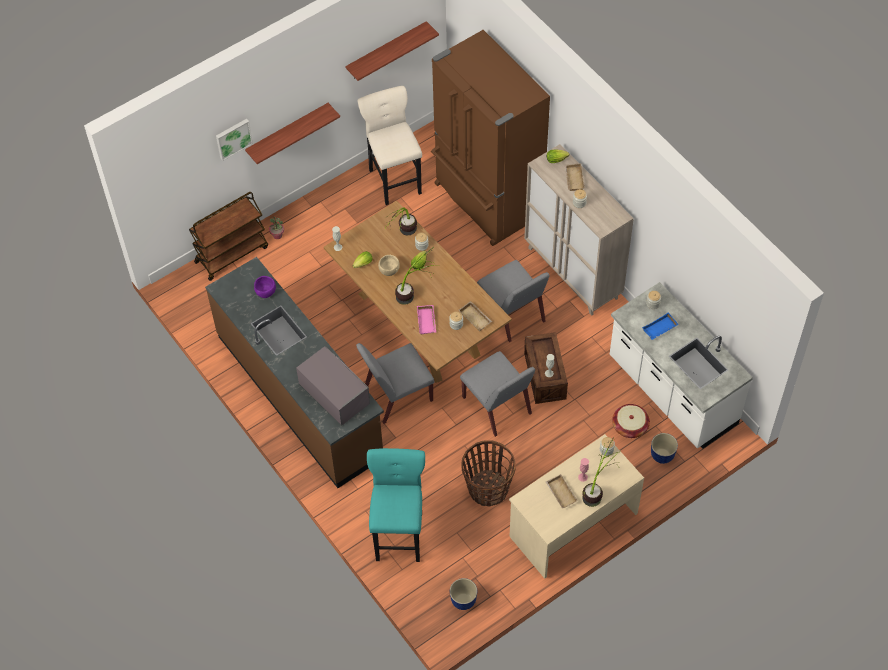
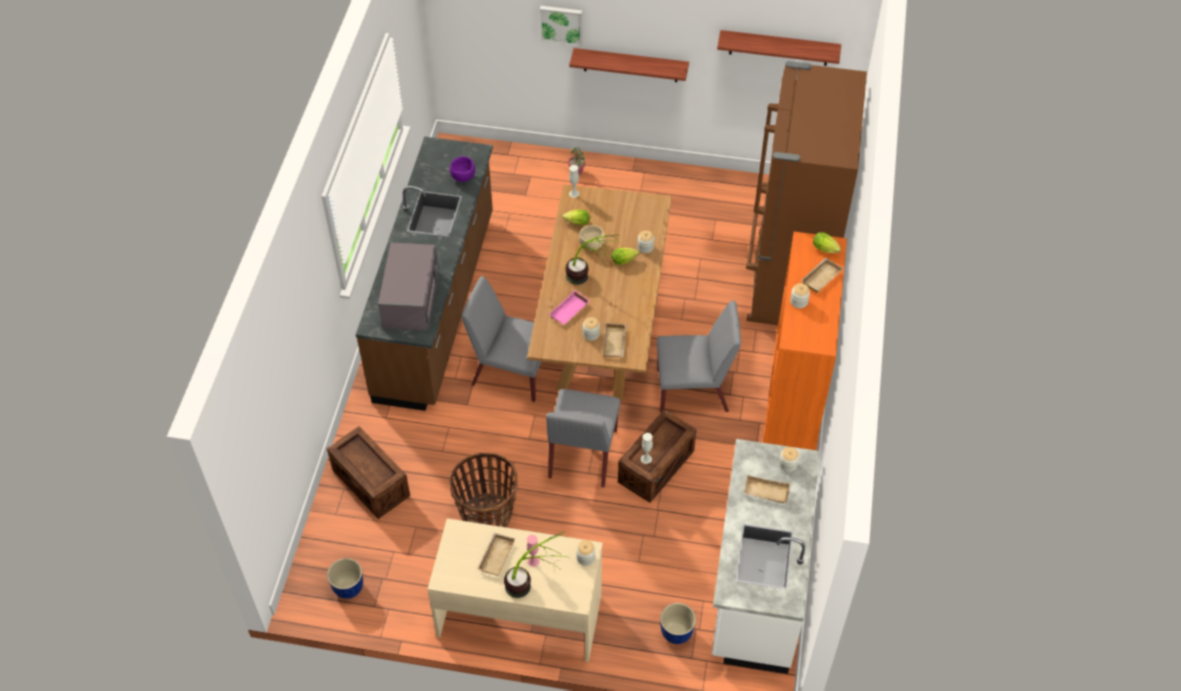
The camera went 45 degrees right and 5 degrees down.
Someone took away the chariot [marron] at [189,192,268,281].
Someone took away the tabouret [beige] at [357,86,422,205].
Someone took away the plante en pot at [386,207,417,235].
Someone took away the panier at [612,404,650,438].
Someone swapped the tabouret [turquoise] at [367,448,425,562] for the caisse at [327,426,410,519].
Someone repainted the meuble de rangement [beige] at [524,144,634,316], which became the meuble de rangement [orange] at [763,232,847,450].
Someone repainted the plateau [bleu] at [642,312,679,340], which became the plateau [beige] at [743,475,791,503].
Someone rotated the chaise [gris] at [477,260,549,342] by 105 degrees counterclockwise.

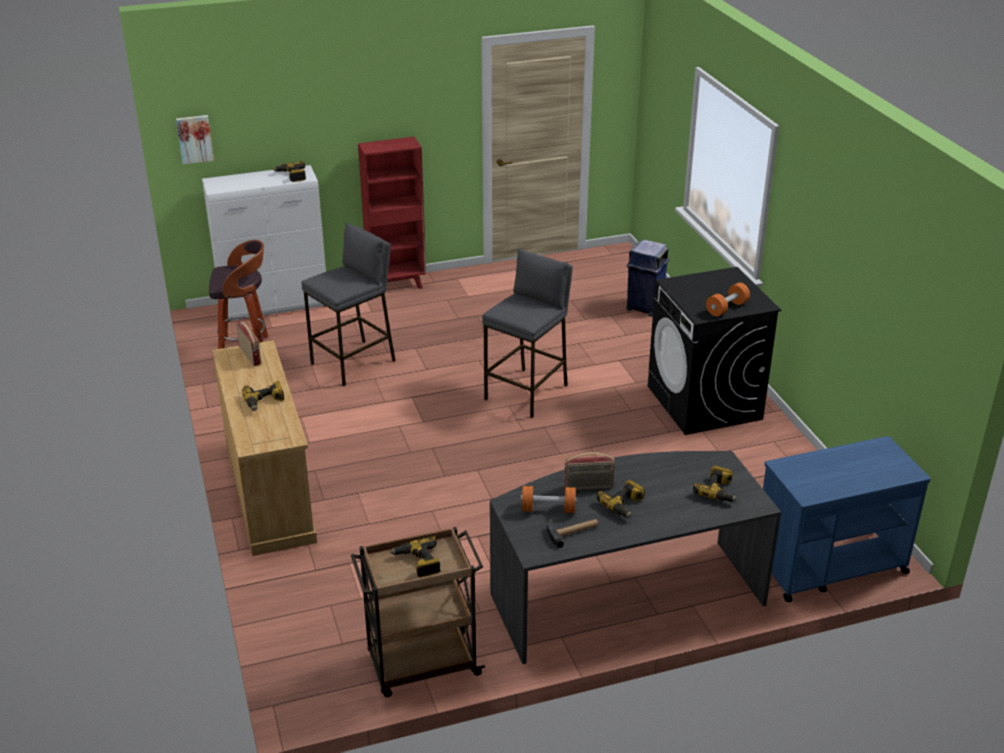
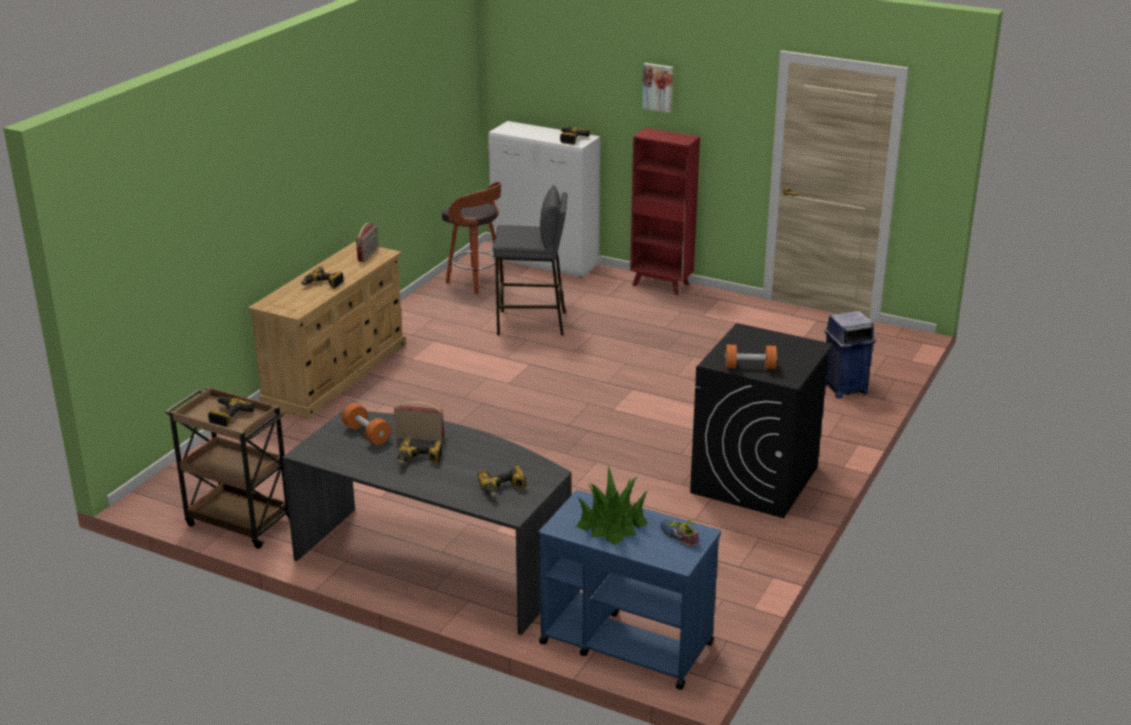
The camera went 45 degrees right and 5 degrees down.
Someone took away the tabouret [gris] at [482,249,573,418].
Someone took away the marteau at [547,519,598,548].
Someone put down the plante en pot at [576,465,648,545].
Someone put down the chaussure at [660,519,699,547].
Someone carried the tableau from [176,115,214,164] to [642,63,673,113].
Someone rotated the radio at [564,452,615,490] by 150 degrees clockwise.

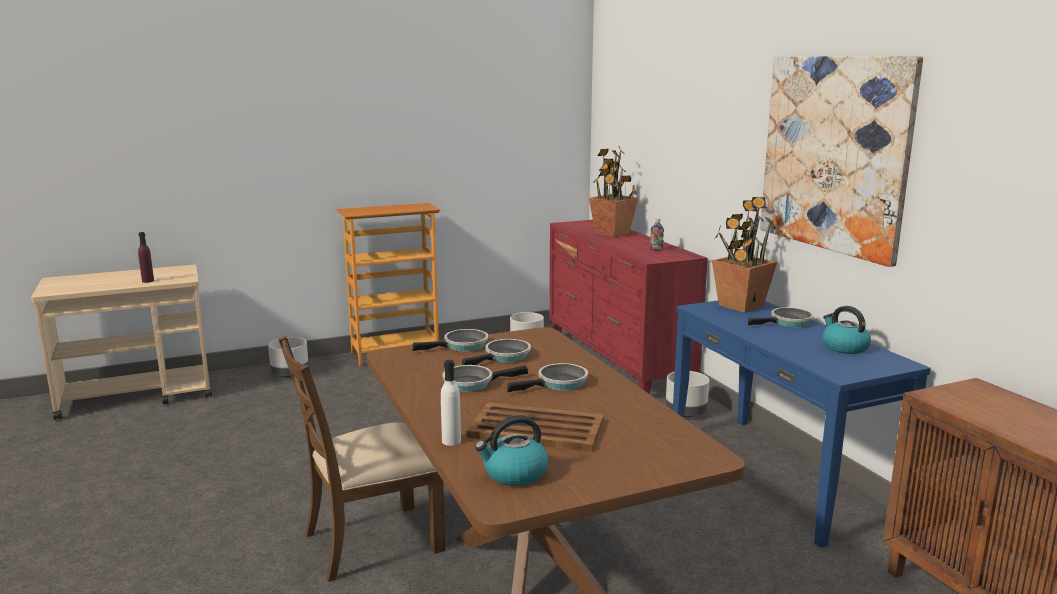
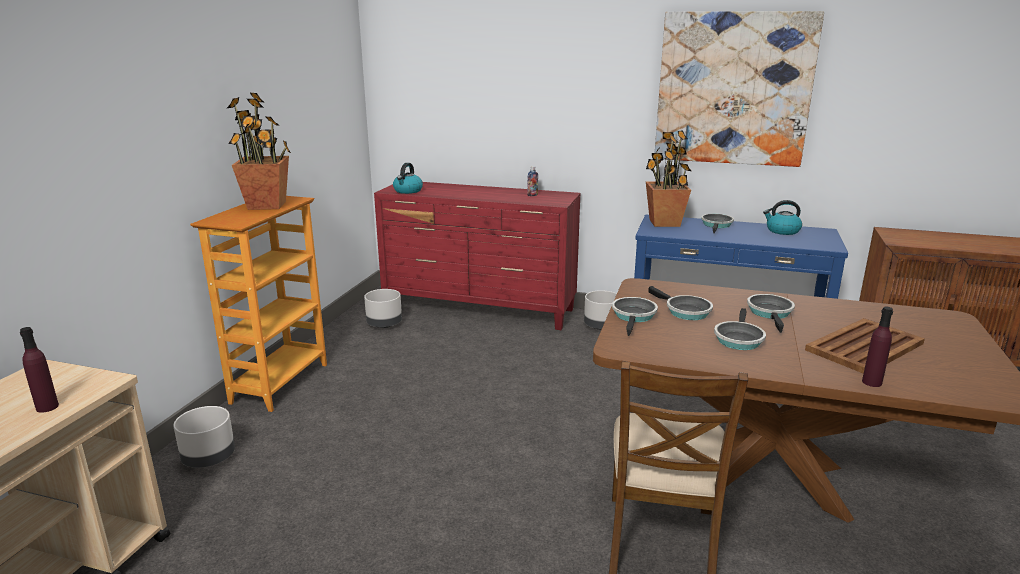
The camera went 50 degrees left and 5 degrees up.
Someone carried the bouilloire from [475,415,548,486] to [393,163,423,194].
Someone carried the plante en pot from [589,146,638,237] to [227,92,291,210].
Someone repainted the bouteille [blanc] at [441,360,461,446], which became the bouteille [violet] at [862,307,893,387].
Someone rotated the poêle at [462,339,531,365] by 150 degrees clockwise.

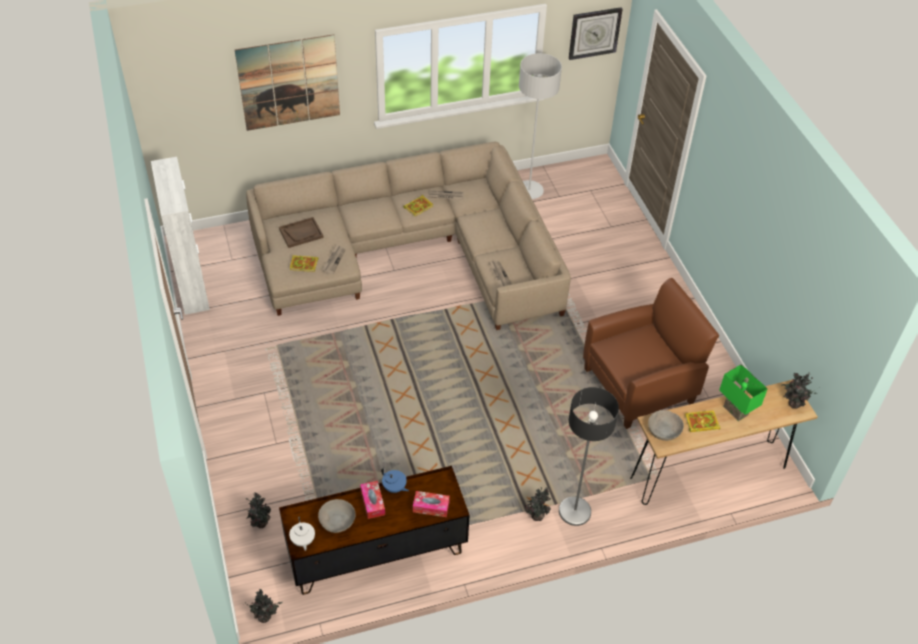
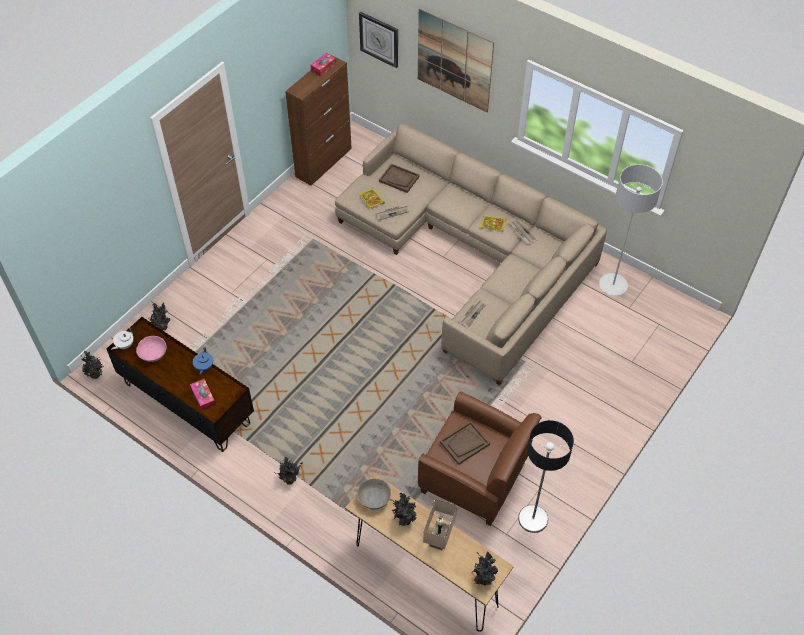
The camera went 55 degrees right and 5 degrees up.
Someone put down the plateau [marron] at [440,421,490,465].
Someone carried the boîte à mouchoirs from [360,481,385,519] to [310,53,336,77].
Someone carried the lampadaire from [559,387,619,526] to [518,420,574,533].
Someone carried the horloge murale from [569,7,623,60] to [359,12,398,68].
Someone swapped the livre at [685,410,720,433] for the plante en pot at [389,493,420,527].
Someone repainted the meuble de rangement [blanc] at [151,157,210,315], which became the meuble de rangement [marron] at [285,54,352,186].
Someone repainted the bol [gris] at [318,499,356,533], which became the bol [rose] at [136,336,167,362].
Someone repainted the lampe de table [vert] at [719,364,768,421], which became the lampe de table [beige] at [423,499,457,550].

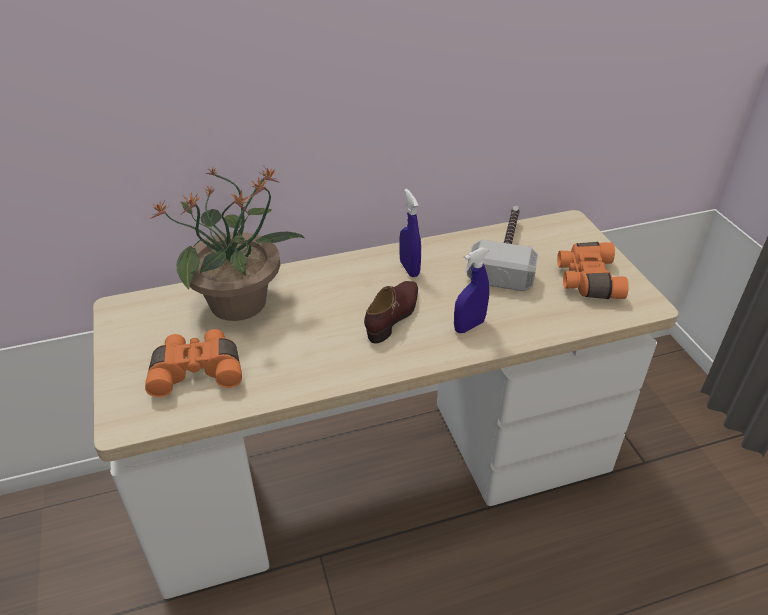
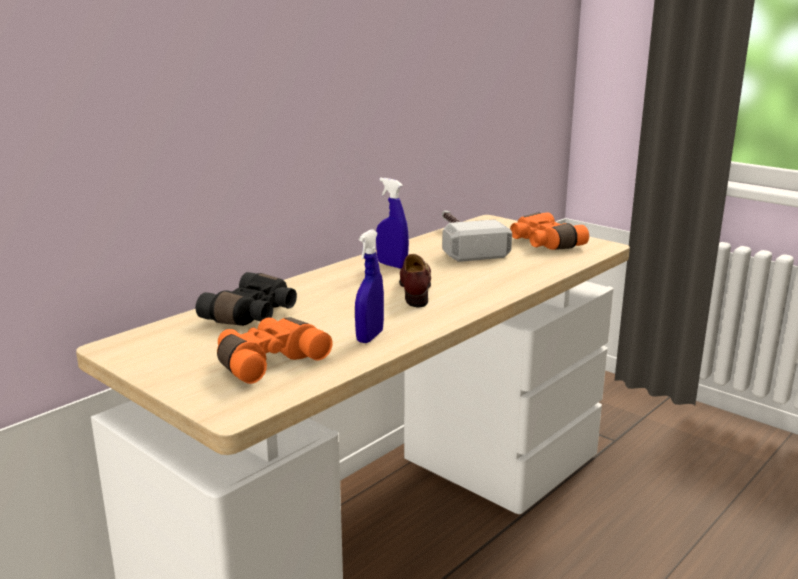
The camera went 30 degrees left and 20 degrees down.
Someone carried the vaporisateur [bleu] from [454,247,489,333] to [355,229,384,343].
Someone swapped the plante en pot at [150,166,306,321] for the jumelles [noir] at [196,272,297,326].

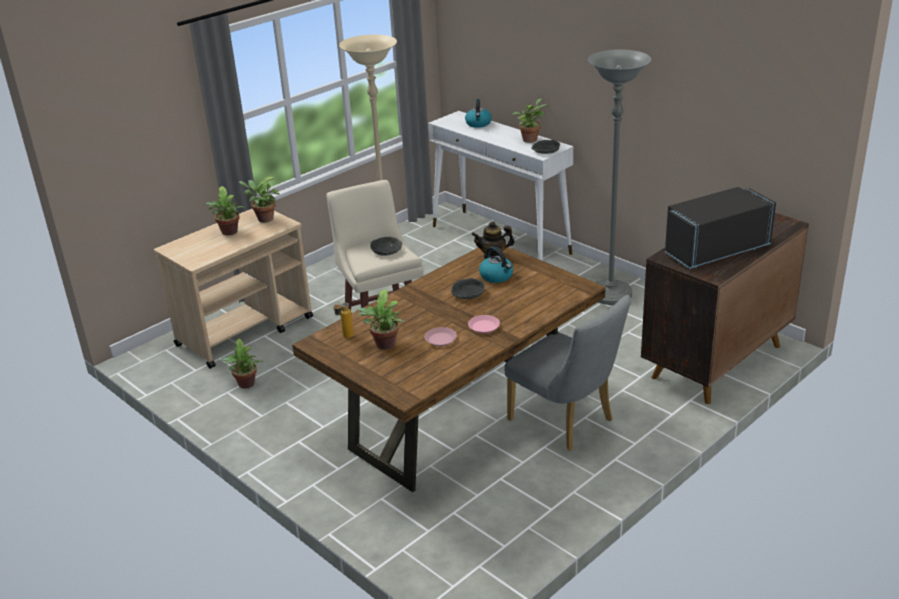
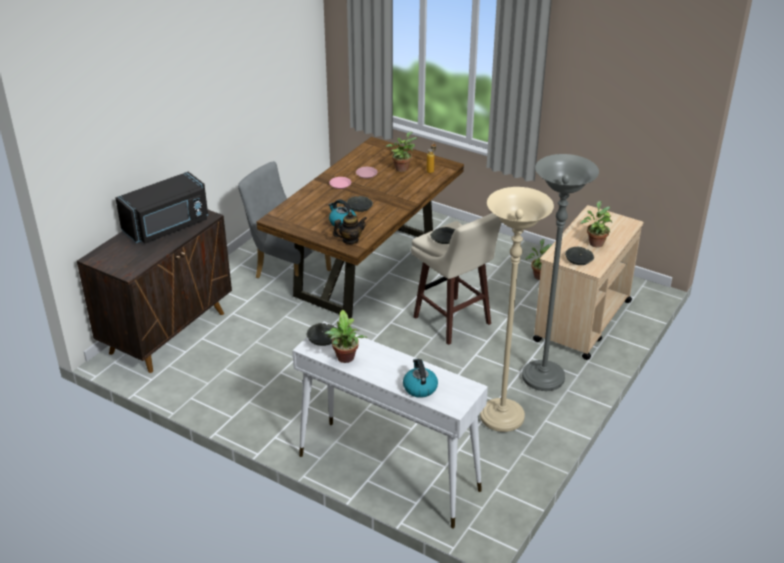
The camera went 165 degrees right and 5 degrees up.
Someone carried the lampadaire [gris] from [588,49,651,305] to [522,154,599,391].
Someone swapped the plante en pot at [238,177,280,223] for the bol [gris] at [565,247,594,265].

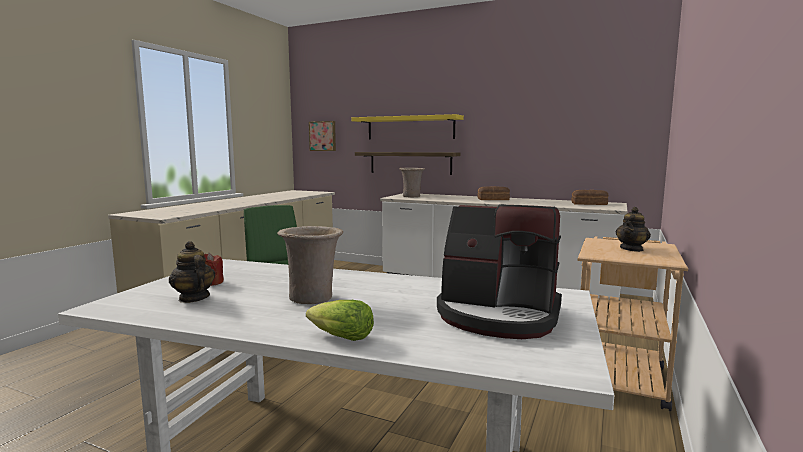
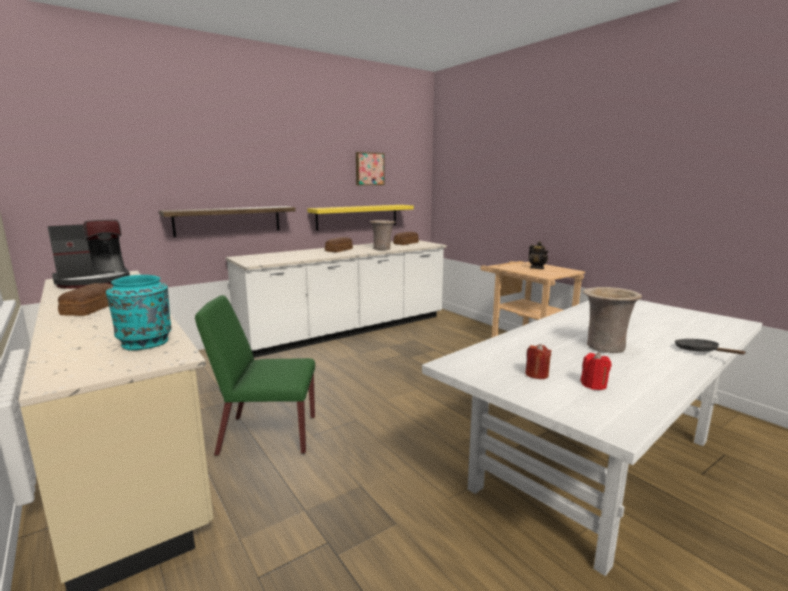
The camera went 60 degrees left and 5 degrees up.
Someone put down the pain at [58,283,113,316].
Someone put down the vase [turquoise] at [106,275,172,350].
Someone carried the tableau from [309,121,336,151] to [356,152,385,185].
Someone carried the étagère [jaune] from [352,114,464,140] to [307,205,414,231].
Someone carried the vase [beige] from [399,168,425,198] to [370,220,395,250].
Someone carried the machine à café from [437,204,562,339] to [47,220,130,289].
Someone swapped the théière at [169,241,215,303] for the bougie [rouge] at [581,352,612,390].
Someone swapped the laitue at [306,300,374,341] for the poêle [noir] at [675,339,745,355].

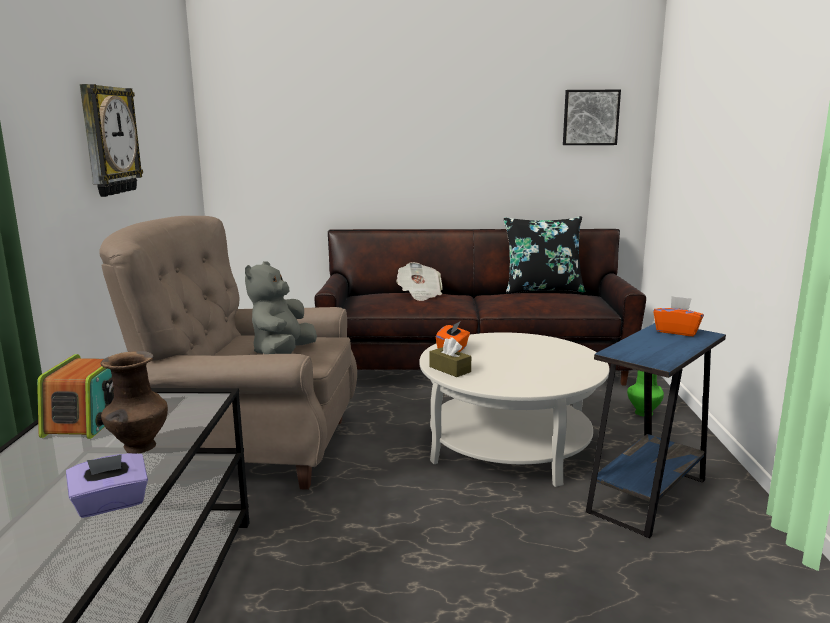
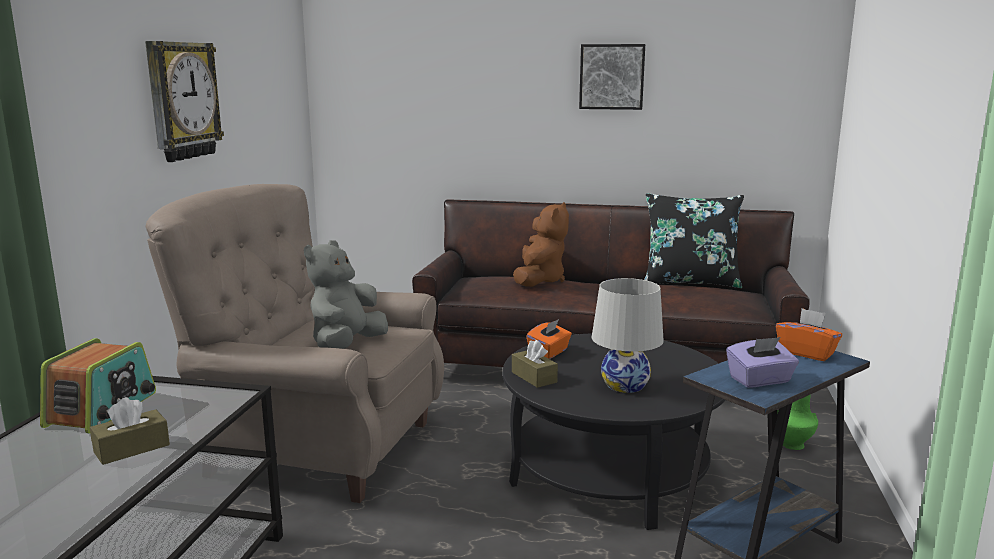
The camera went 10 degrees right and 0 degrees up.
Someone put down the lampe de table [blanc] at [592,278,664,393].
Someone carried the boîte à mouchoirs [violet] from [66,453,148,518] to [726,337,799,388].
Someone carried the tableau from [563,90,621,145] to [579,44,645,110].
Someone swapped the vase [marron] at [101,351,168,454] for the boîte à mouchoirs [marron] at [90,397,170,465].
Someone swapped the journal at [396,262,443,301] for the peluche [marron] at [513,202,569,287].
Someone repainted the table basse [blanc] at [419,332,609,487], which became the table basse [noir] at [503,333,725,530].

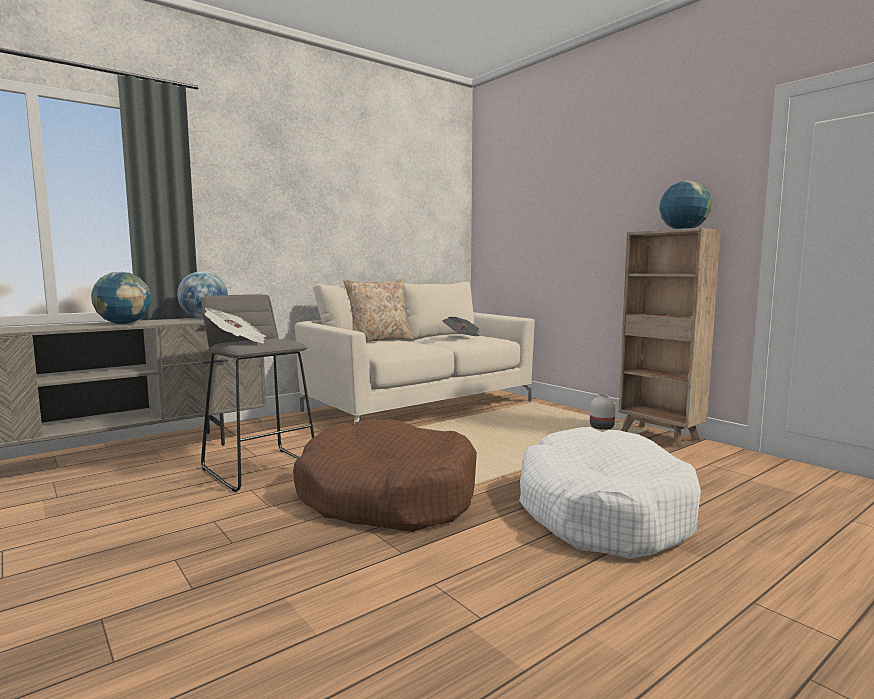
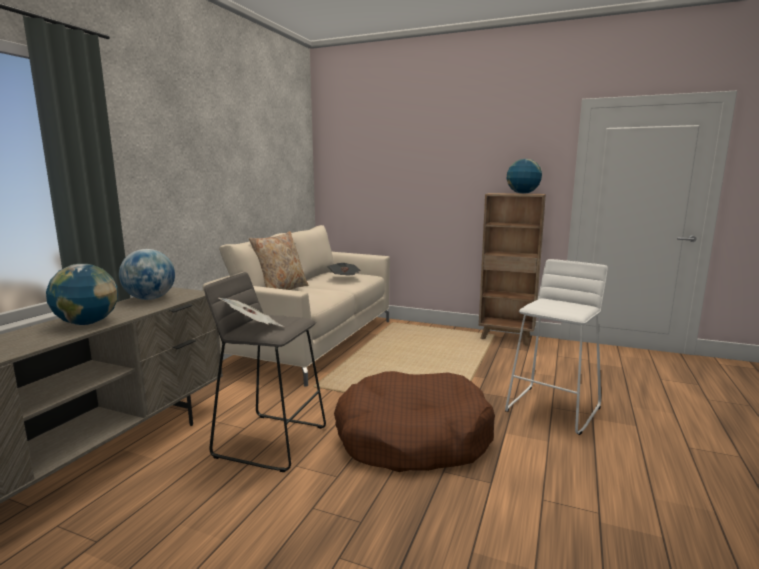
The camera went 30 degrees left and 5 degrees up.
Someone took away the vase [blanc] at [590,394,615,430].
Someone swapped the panier pour chien [blanc] at [519,427,701,559] for the tabouret [blanc] at [505,259,608,435].

